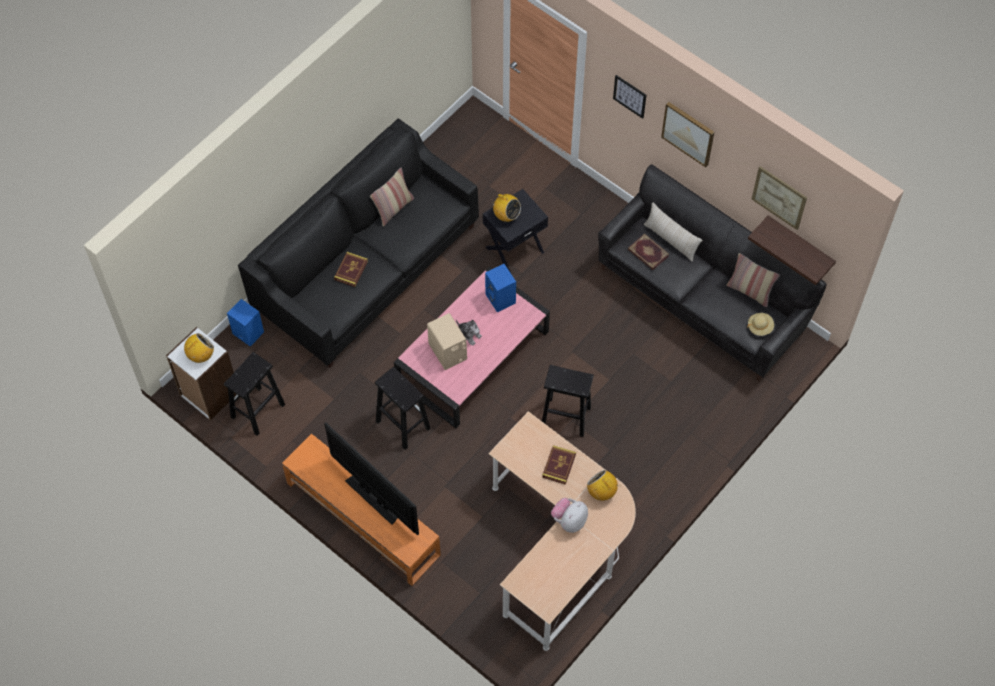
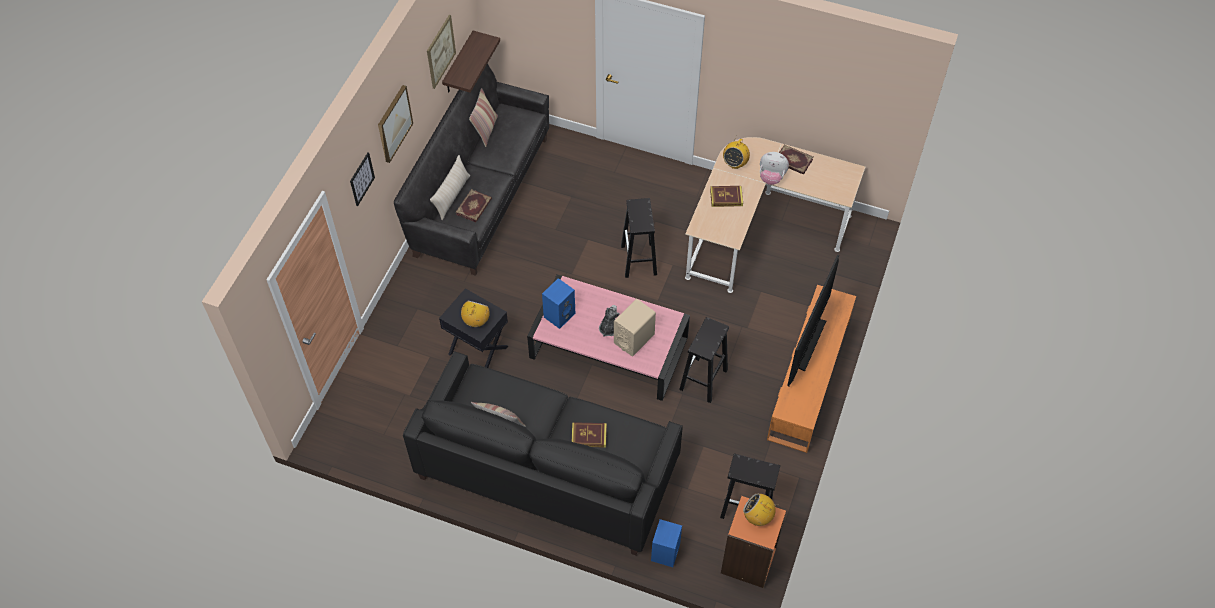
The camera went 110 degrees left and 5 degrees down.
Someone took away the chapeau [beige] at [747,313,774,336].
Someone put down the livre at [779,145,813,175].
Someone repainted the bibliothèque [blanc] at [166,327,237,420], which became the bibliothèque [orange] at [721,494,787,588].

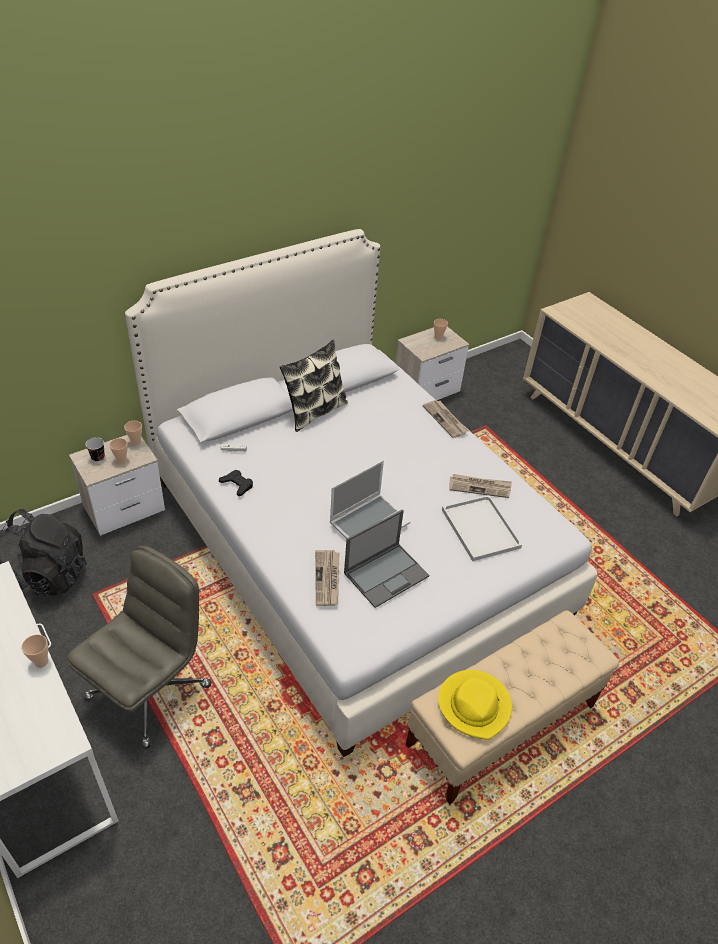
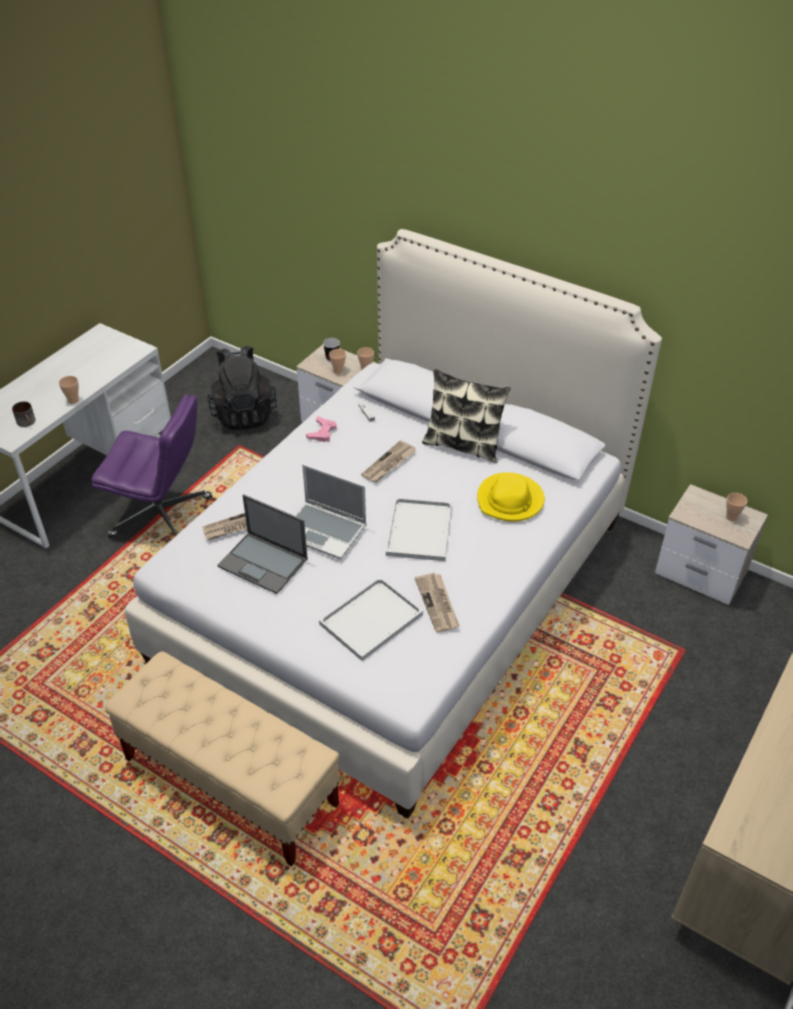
The camera went 70 degrees right and 0 degrees up.
Someone put down the mug at [12,401,36,427].
Someone put down the plateau [blanc] at [386,498,452,561].
Someone carried the journal from [423,400,469,438] to [361,440,416,483].
Someone carried the chapeau [jaune] from [438,670,512,740] to [477,472,545,522].
Someone repainted the chaise de bureau [gris] at [67,546,211,749], which became the chaise de bureau [violet] at [91,394,212,538].
Someone repainted the manette [noir] at [219,470,253,496], which became the manette [rose] at [306,417,337,442].

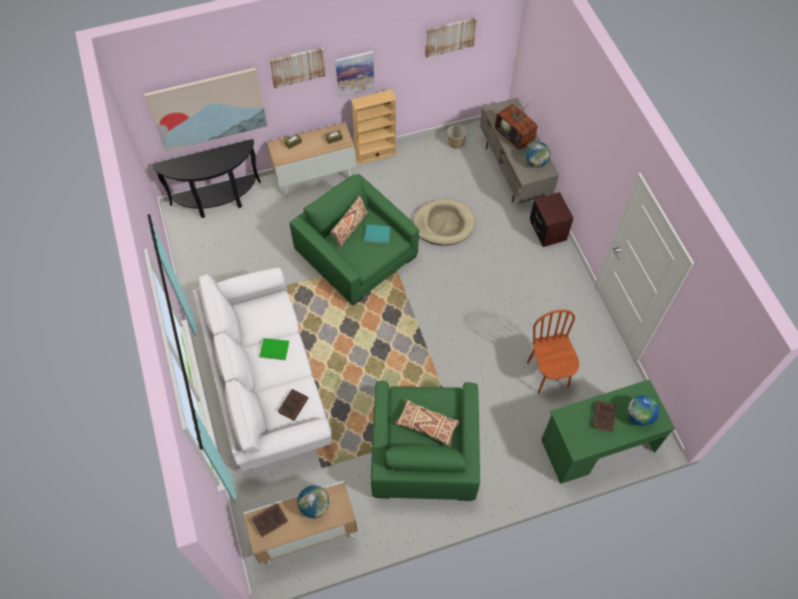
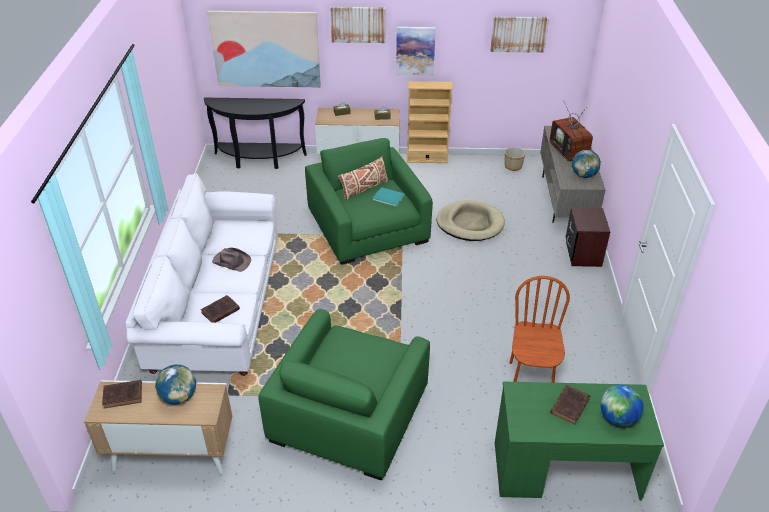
The camera went 20 degrees right and 20 degrees down.
Someone took away the coussin [beige] at [395,399,460,446].
Someone swapped the livre [vert] at [259,338,289,360] for the chapeau [marron] at [212,248,251,272].

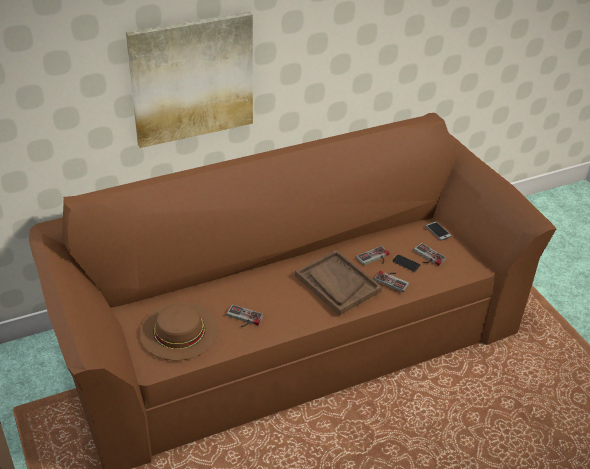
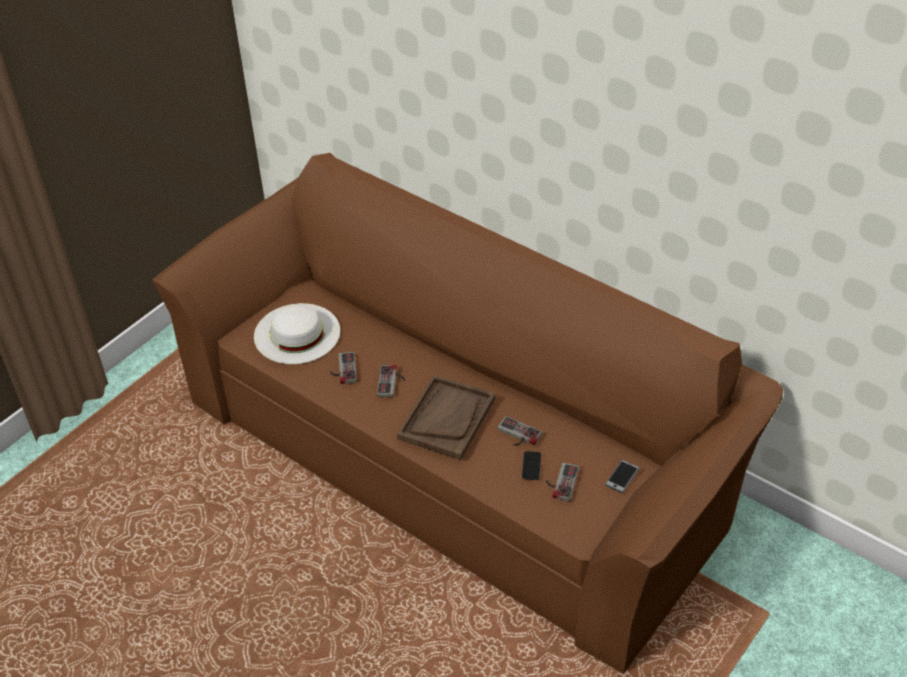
The camera went 65 degrees right and 5 degrees up.
Someone took away the tableau at [126,12,253,148].
Someone carried the manette from [374,271,409,292] to [377,365,405,397].
Someone repainted the chapeau [marron] at [139,302,219,360], which became the chapeau [blanc] at [254,303,340,364].

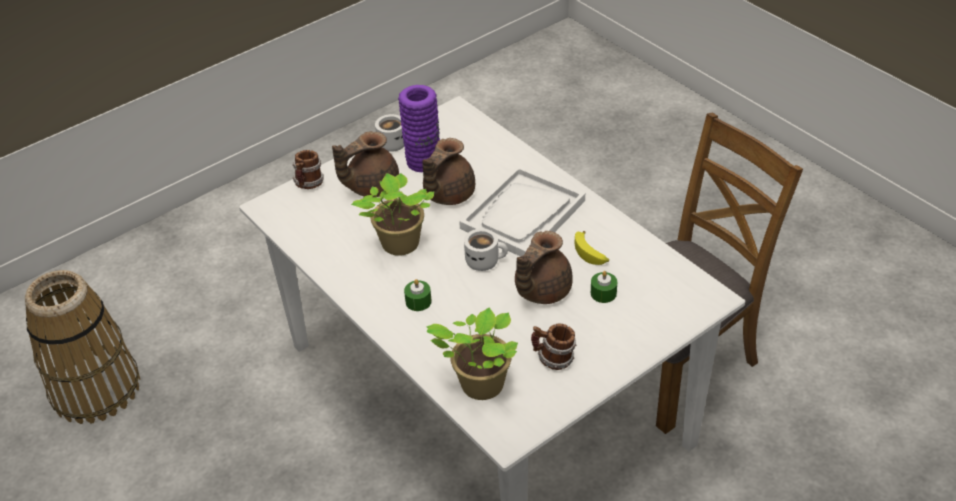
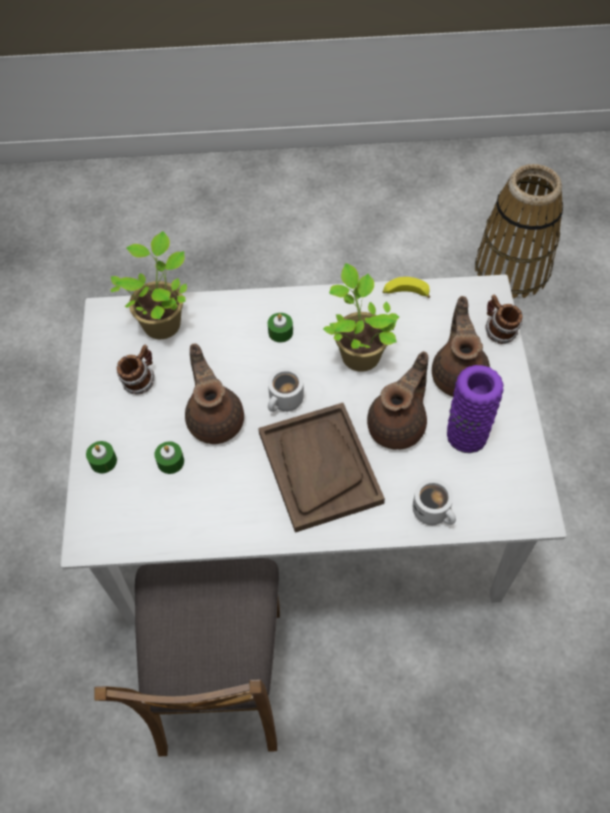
The camera went 125 degrees right and 15 degrees up.
Someone put down the bougie [vert] at [86,441,117,473].
Someone carried the mug [blanc] from [375,114,404,152] to [413,479,456,525].
Someone carried the banane from [575,231,609,265] to [383,277,430,298].
Someone repainted the plateau [blanc] at [459,165,585,257], which became the plateau [marron] at [258,403,385,533].
Someone rotated the théière [marron] at [422,138,475,205] by 60 degrees clockwise.

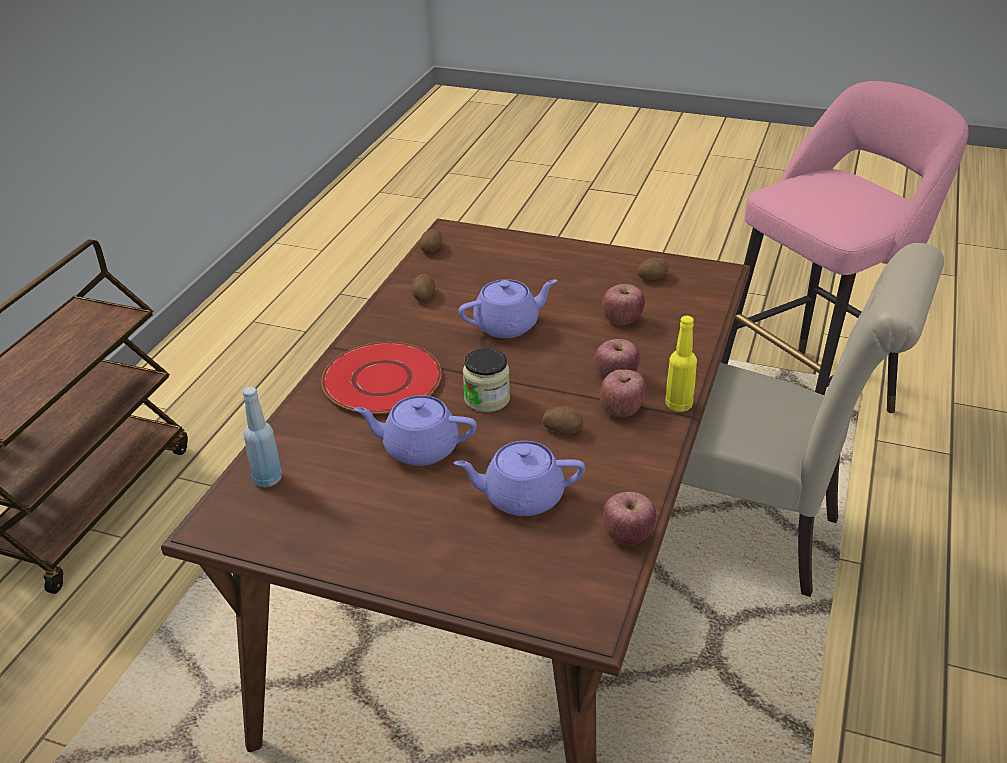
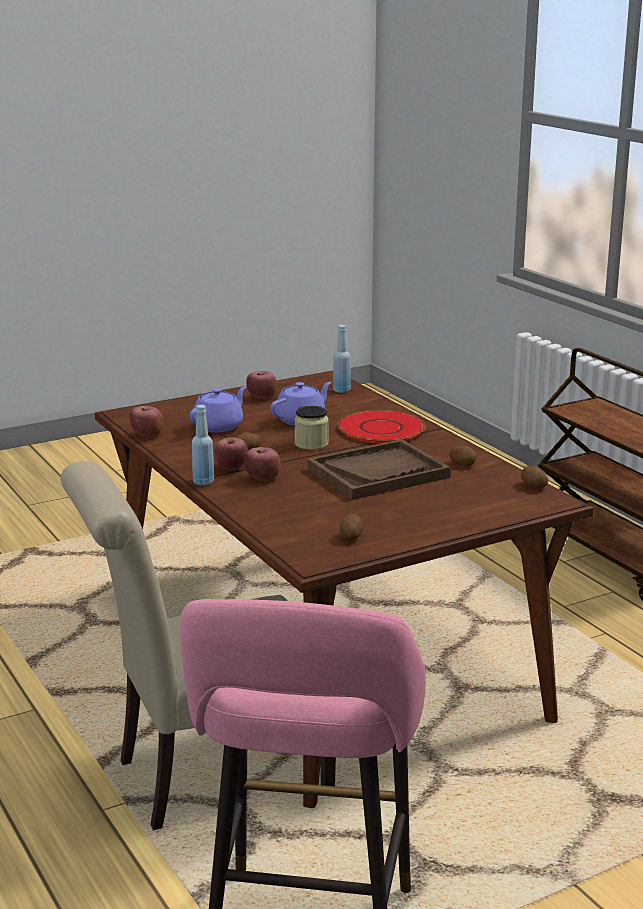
The camera went 130 degrees right and 15 degrees down.
Someone carried the pomme from [602,284,645,325] to [246,371,277,399].
Someone swapped the théière [violet] at [459,279,557,338] for the plateau [marron] at [307,439,451,500].
Someone repainted the bouteille [jaune] at [665,316,697,412], which became the bouteille [bleu] at [192,405,214,486].

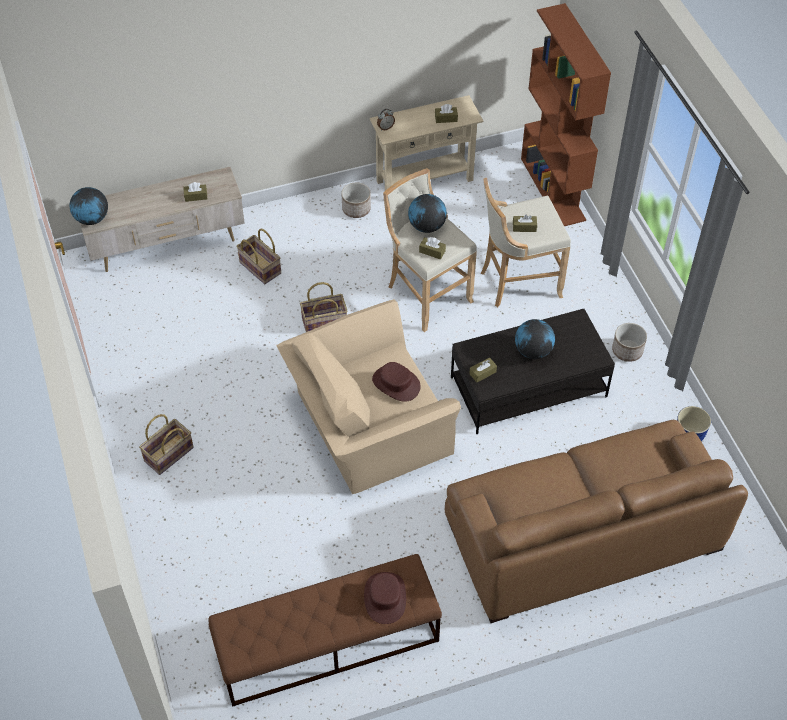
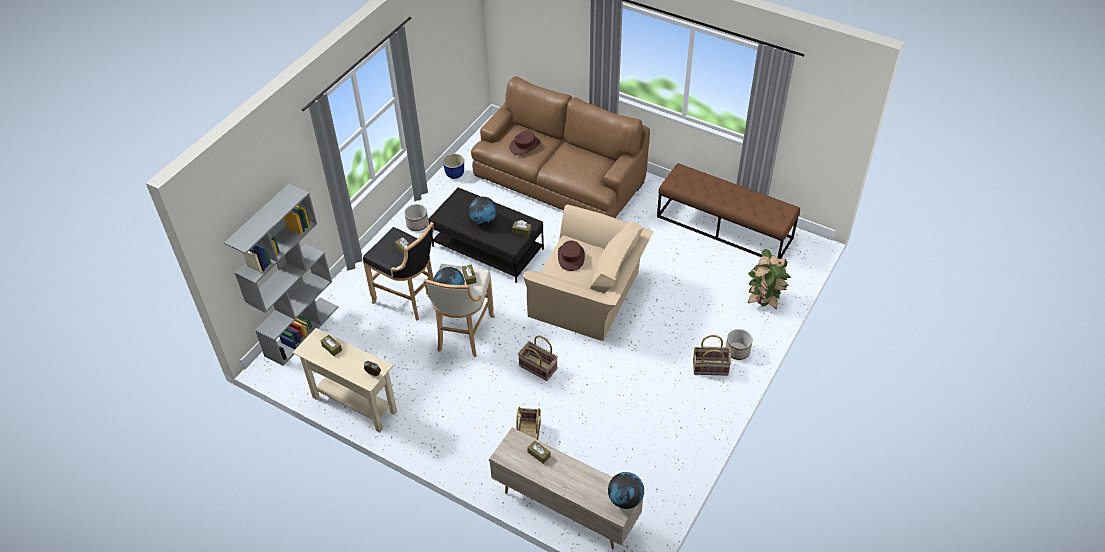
The camera went 130 degrees left and 5 degrees down.
Someone put down the plante en pot at [748,249,791,310].
Someone carried the cache-pot from [341,183,371,218] to [725,329,753,360].
Someone carried the chapeau [marron] from [364,572,406,624] to [509,131,541,155].
Someone repainted the tabouret [beige] at [481,178,571,307], which became the tabouret [noir] at [363,222,434,321].
Someone repainted the bibliothèque [marron] at [521,3,611,226], which became the bibliothèque [gris] at [224,184,338,366].

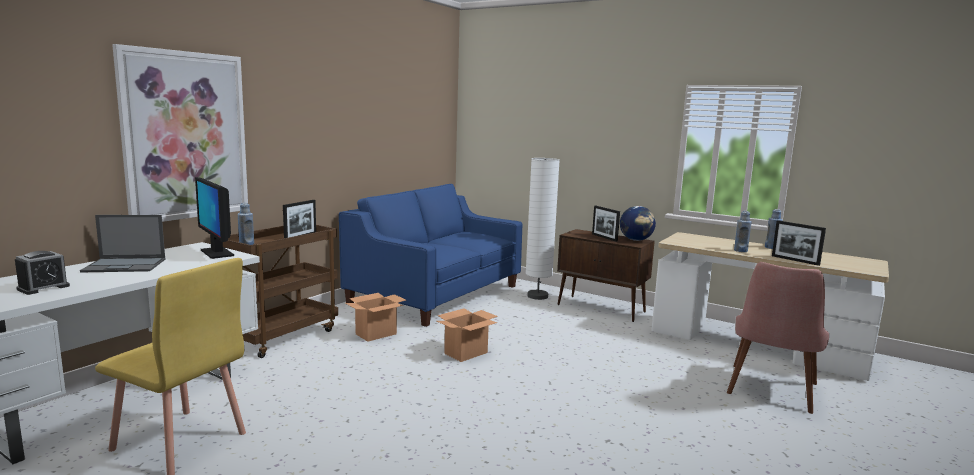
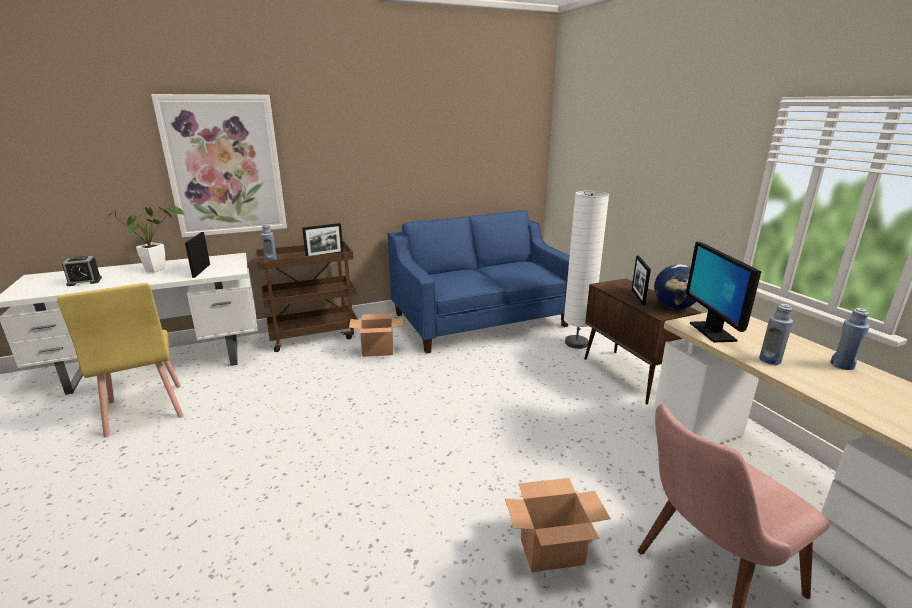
The camera went 35 degrees right and 10 degrees up.
Someone carried the écran d'ordinateur from [195,177,234,259] to [686,242,761,343].
Someone carried the carton from [437,308,498,362] to [505,478,611,572].
Someone carried the cadre photo from [772,220,826,266] to [185,232,210,278].
Someone swapped the ordinateur portable at [80,215,165,272] for the plante en pot at [107,204,184,272].

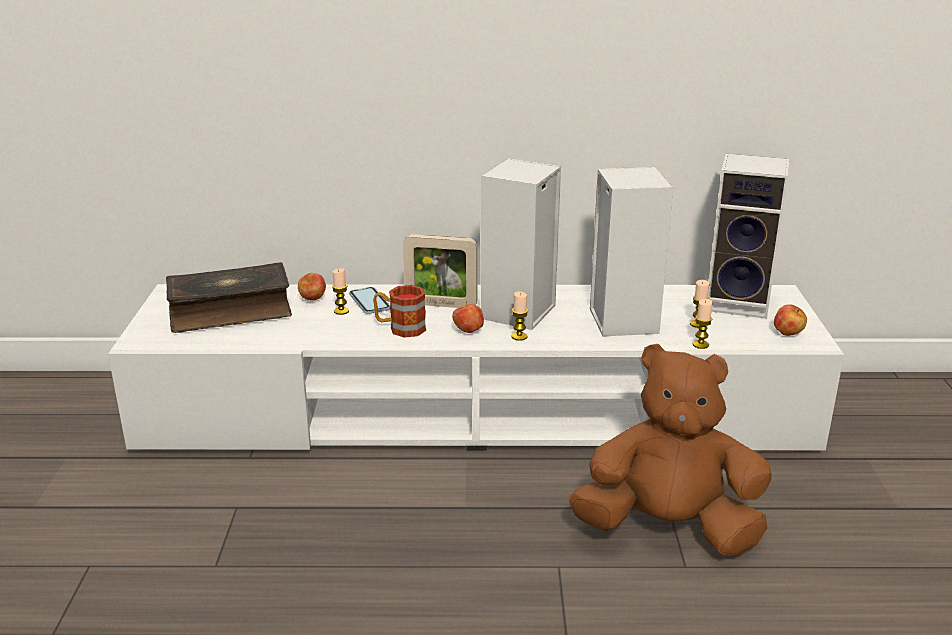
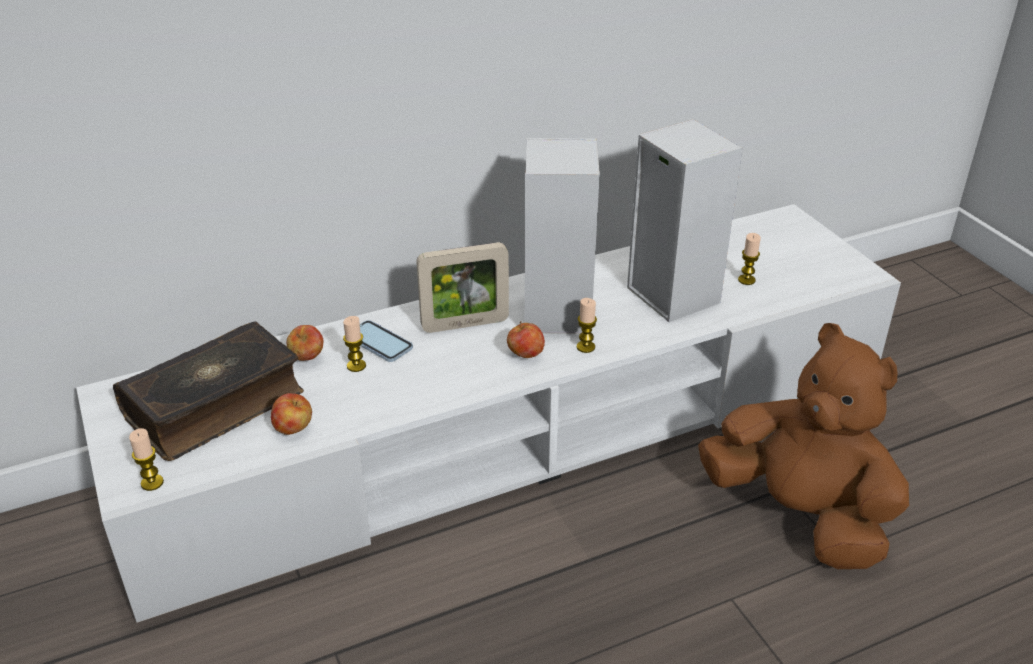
The camera went 25 degrees left and 10 degrees up.
Someone took away the mug at [373,285,426,338].
Someone took away the enceinte at [708,153,789,319].
Someone carried the bougie from [693,299,713,349] to [129,428,164,491].
Someone carried the pomme from [774,305,807,336] to [271,393,312,435].
Someone rotated the peluche [marron] at [569,344,772,556] by 60 degrees clockwise.

